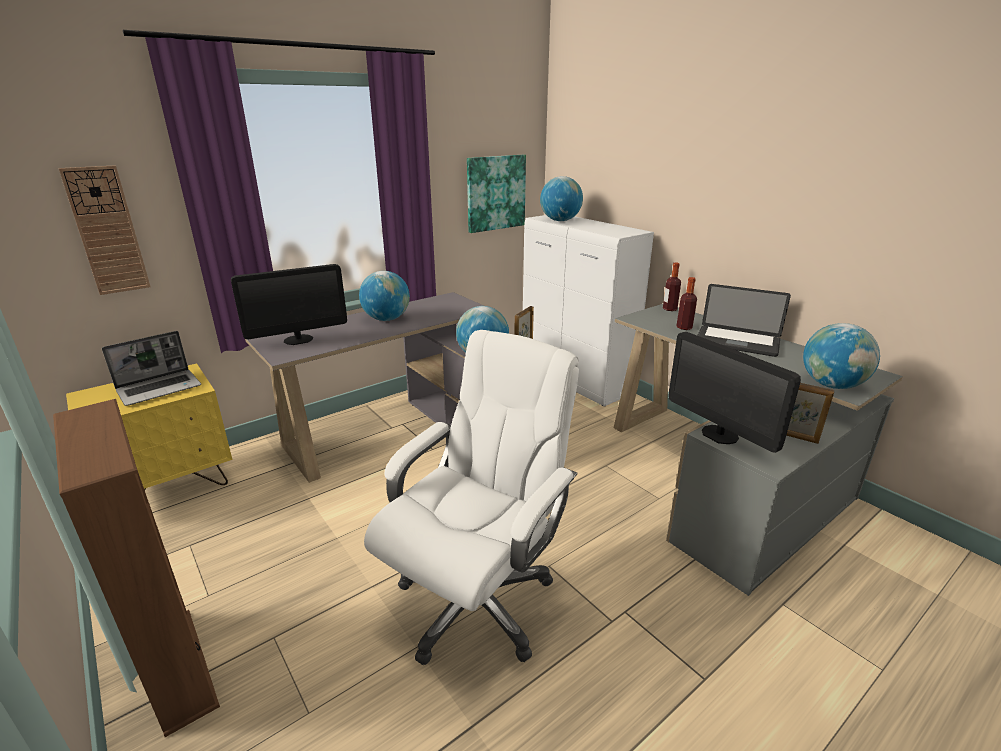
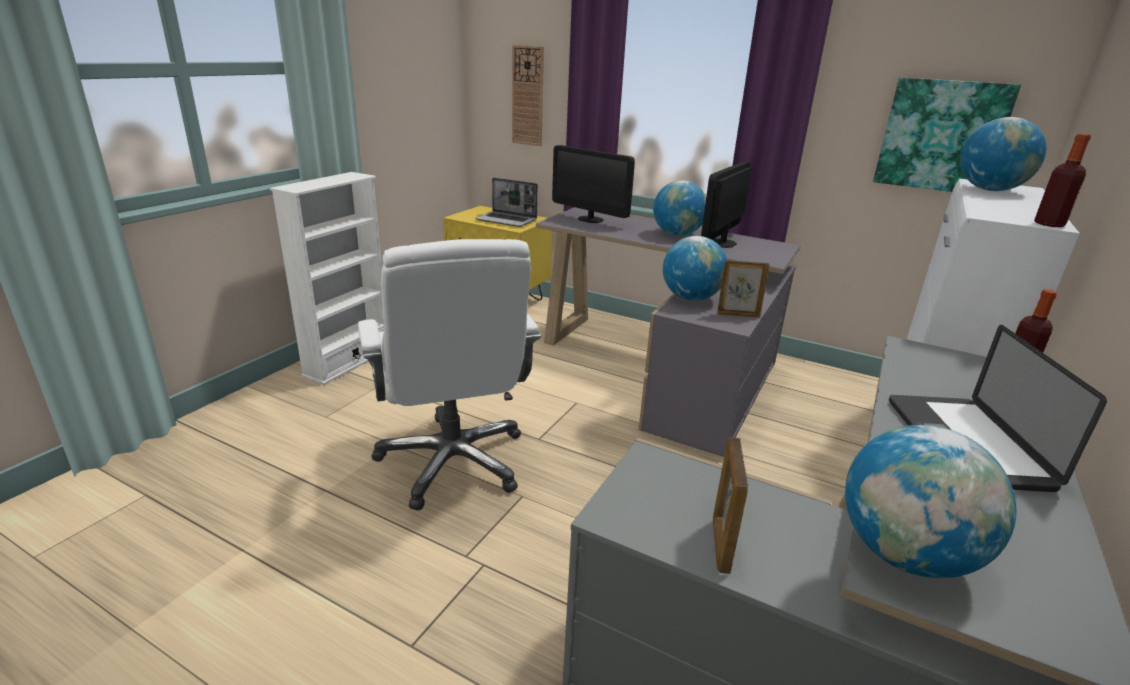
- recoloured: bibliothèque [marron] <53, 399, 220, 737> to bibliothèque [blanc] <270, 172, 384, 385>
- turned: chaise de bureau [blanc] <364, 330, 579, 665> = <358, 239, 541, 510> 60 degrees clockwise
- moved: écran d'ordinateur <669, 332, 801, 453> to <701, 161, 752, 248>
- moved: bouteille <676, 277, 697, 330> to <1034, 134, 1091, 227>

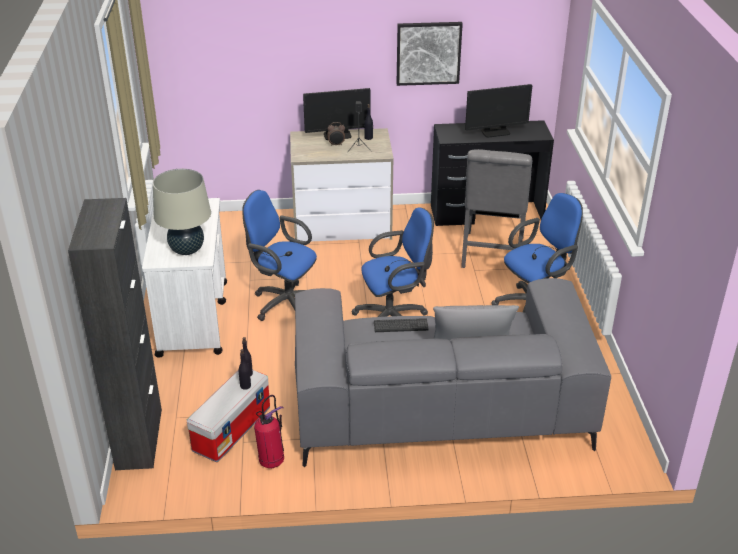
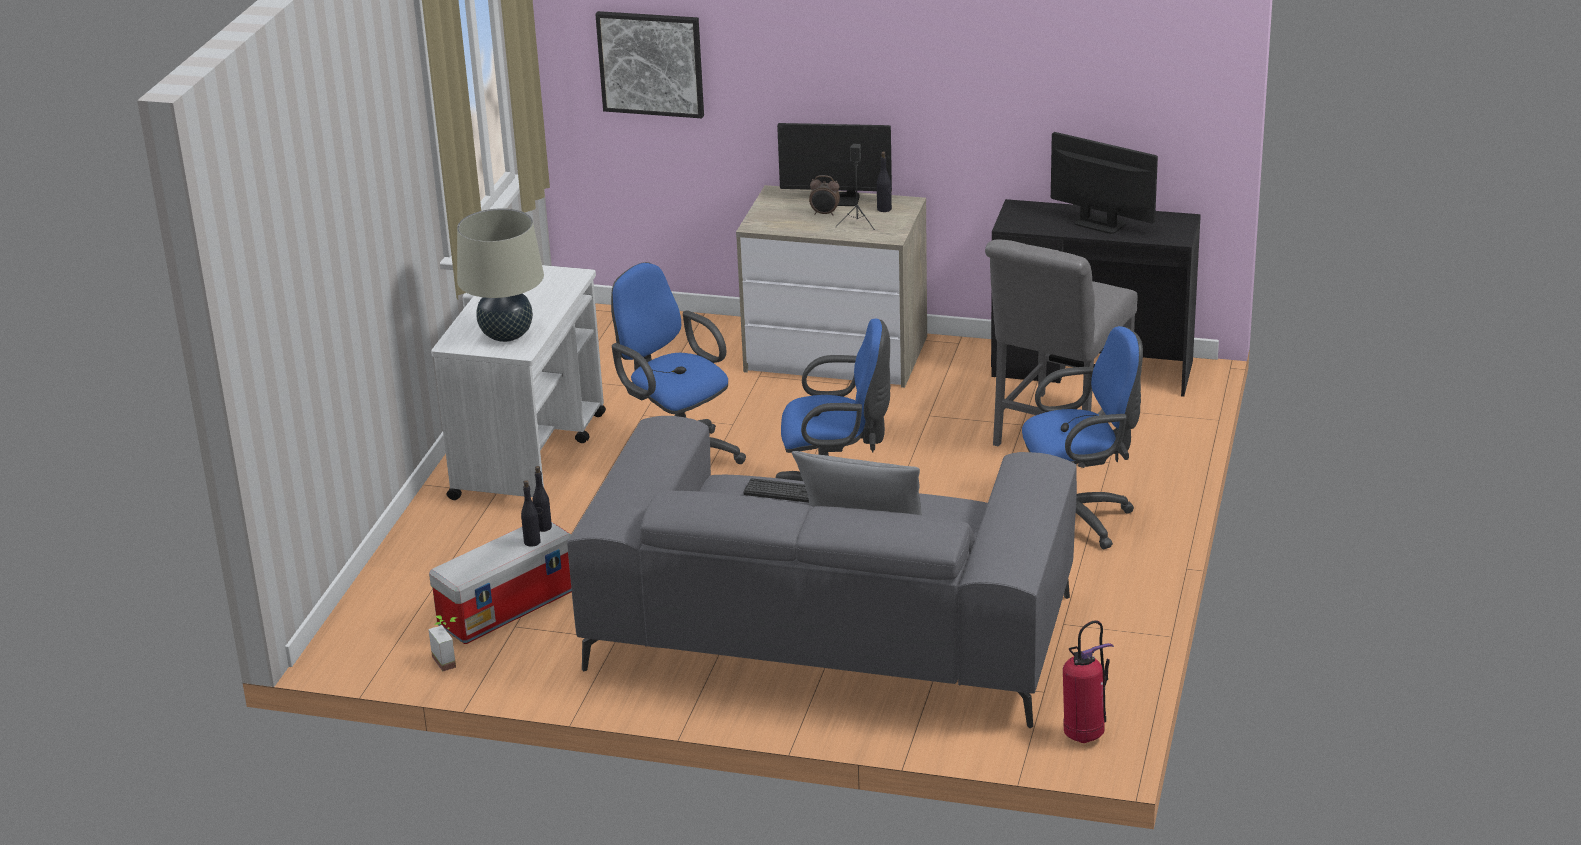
- added: plante en pot <428, 615, 457, 671>
- moved: tableau <396, 22, 463, 86> to <595, 11, 704, 118>
- turned: écran d'ordinateur <465, 84, 532, 137> = <1051, 132, 1158, 234> 150 degrees counterclockwise
- moved: extincteur <254, 395, 284, 468> to <1063, 620, 1114, 743>
- removed: meuble de rangement [noir] <68, 198, 162, 470>

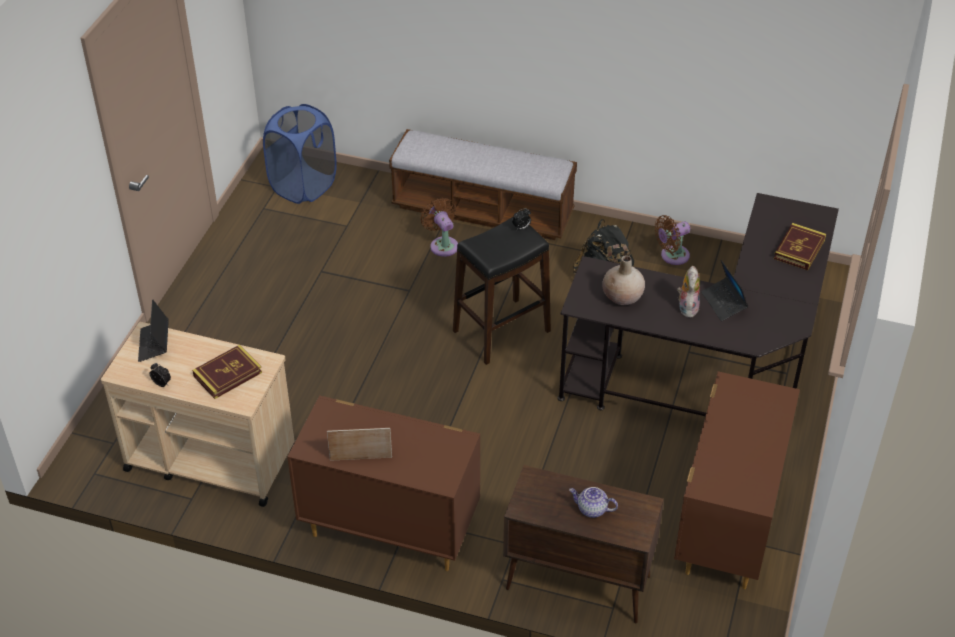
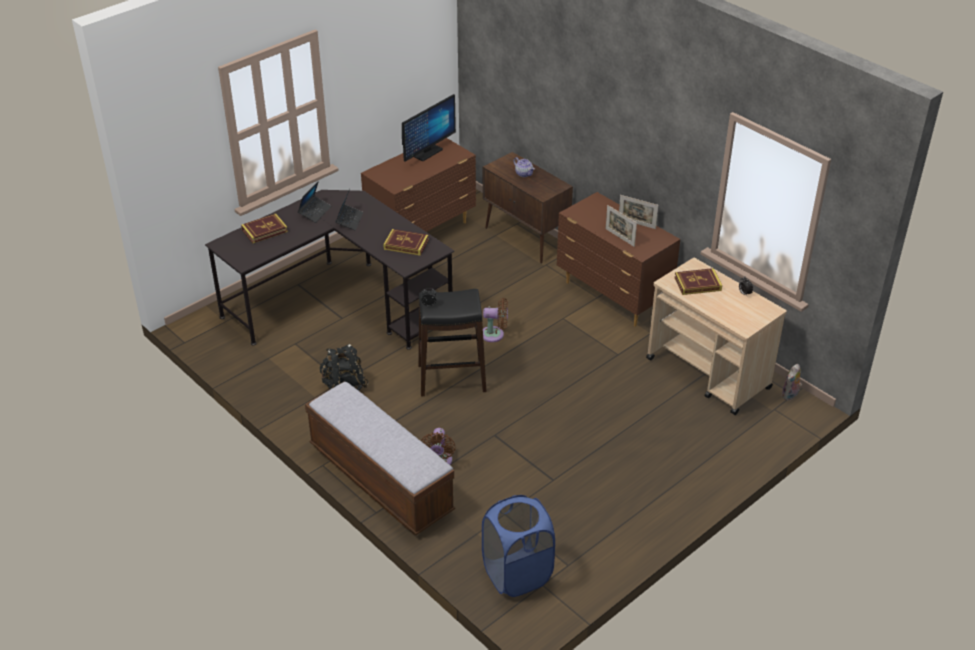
- moved: ordinateur portable <138, 300, 169, 362> to <297, 181, 331, 223>
- replaced: vase [beige] <602, 256, 645, 305> to livre <383, 229, 429, 256>
- added: écran d'ordinateur <402, 94, 456, 162>
- moved: ventilateur [marron] <655, 215, 690, 265> to <483, 298, 508, 342>
- added: cadre photo <606, 205, 637, 247>
- moved: peluche <677, 266, 700, 318> to <781, 364, 802, 400>

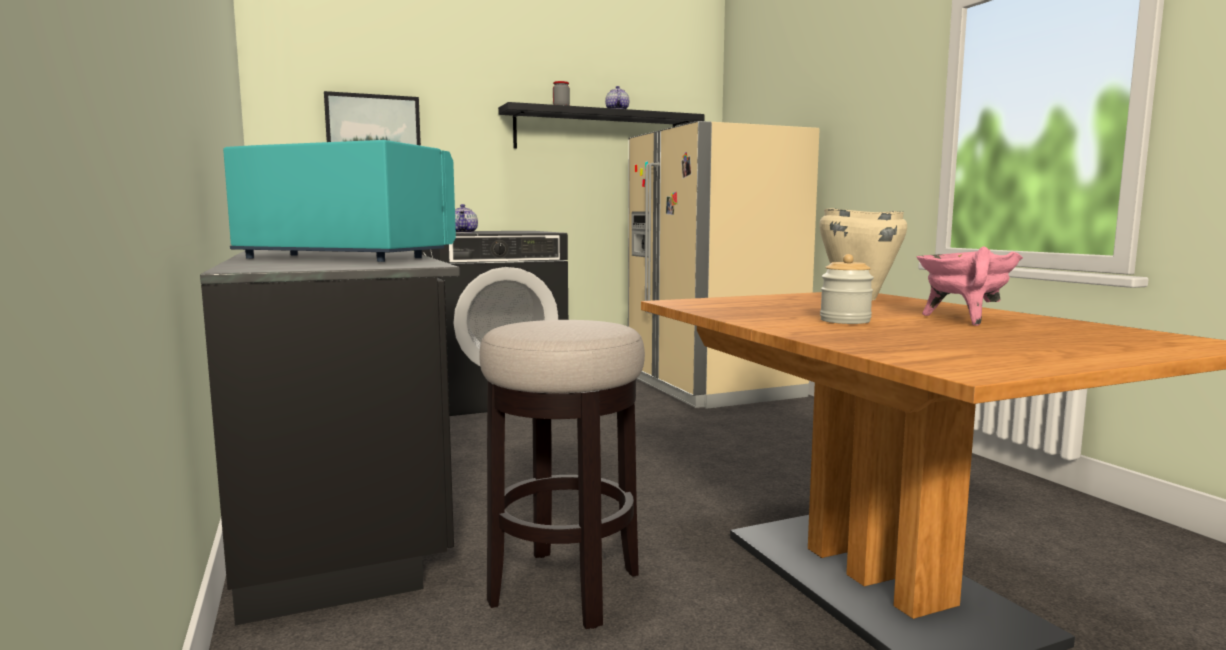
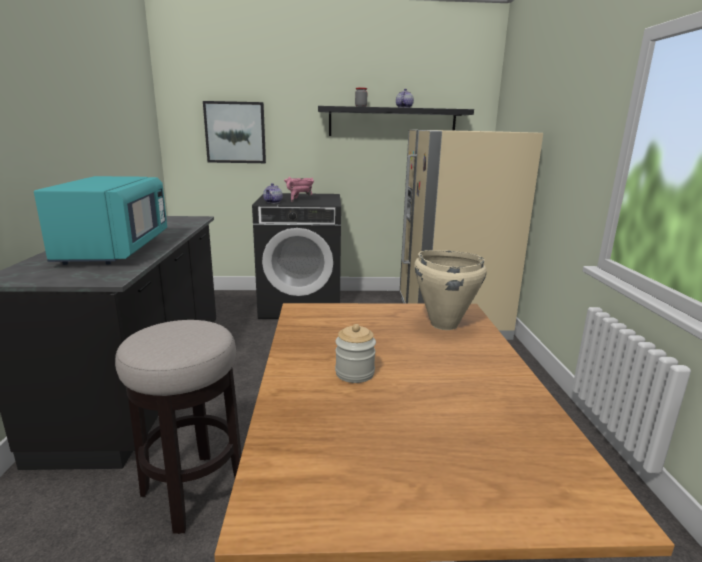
- turned: micro-ondes [turquoise] <223, 140, 456, 262> = <34, 176, 167, 265> 45 degrees clockwise
- moved: marmite [rose] <916, 246, 1023, 326> to <284, 177, 314, 202>

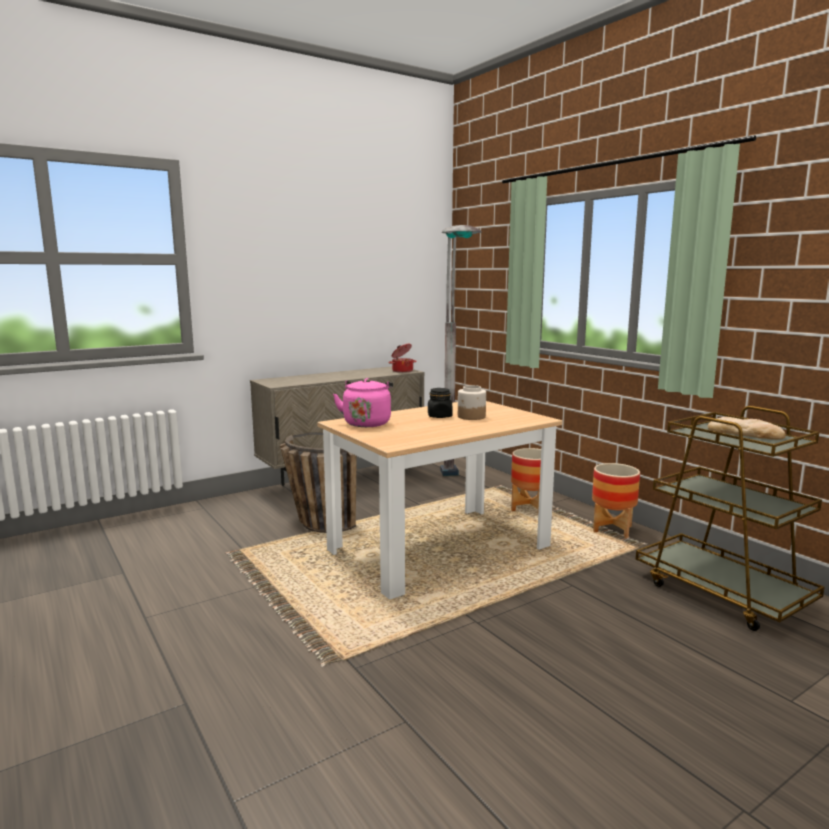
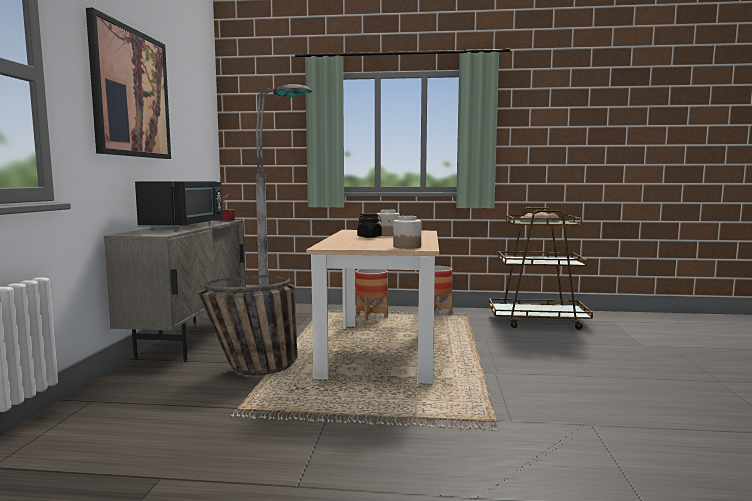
- added: tableau <86, 8, 171, 159>
- added: micro-ondes [noir] <135, 181, 223, 230>
- added: bocal <393, 216, 421, 249>
- removed: bouilloire [rose] <333, 378, 393, 427>

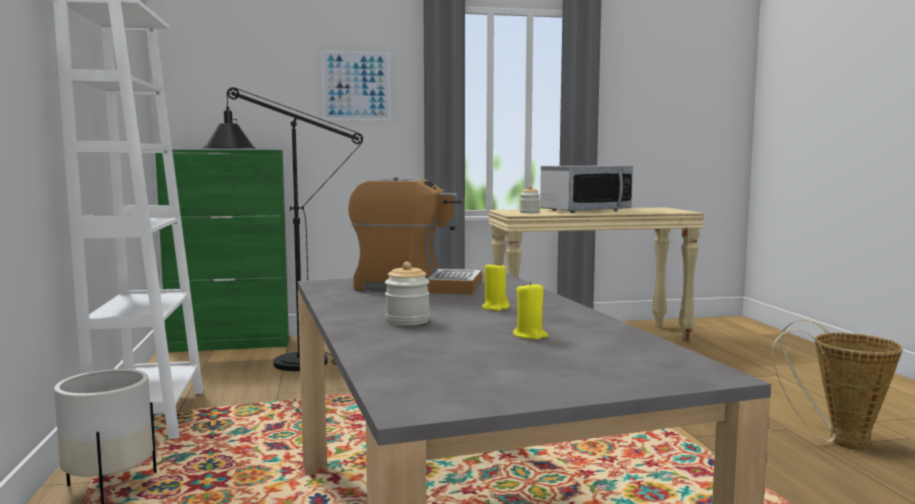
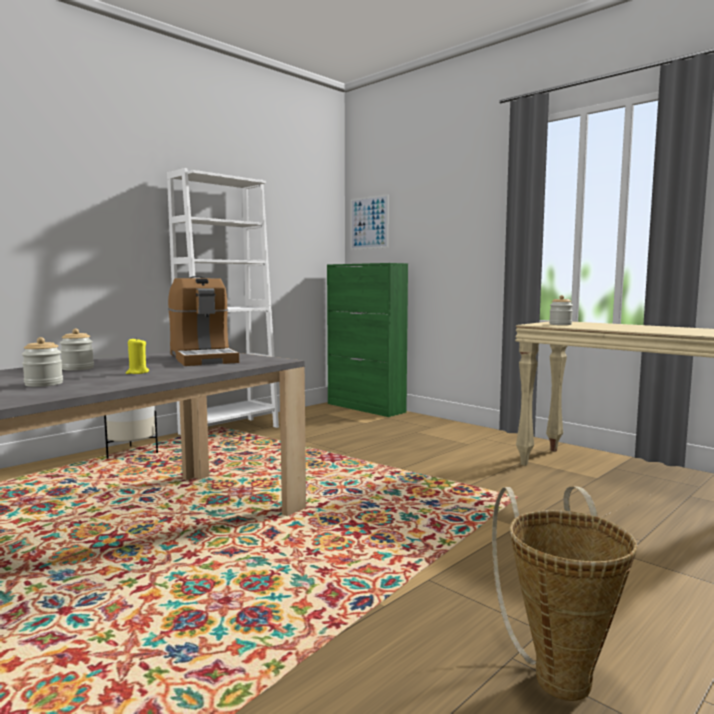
- replaced: bougie [jaune] <513, 281, 548, 340> to bocal <22, 337, 63, 387>
- moved: tableau <321, 50, 391, 120> to <351, 194, 389, 250>
- removed: lampadaire [noir] <202, 87, 363, 371>
- removed: micro-ondes <540, 166, 633, 213>

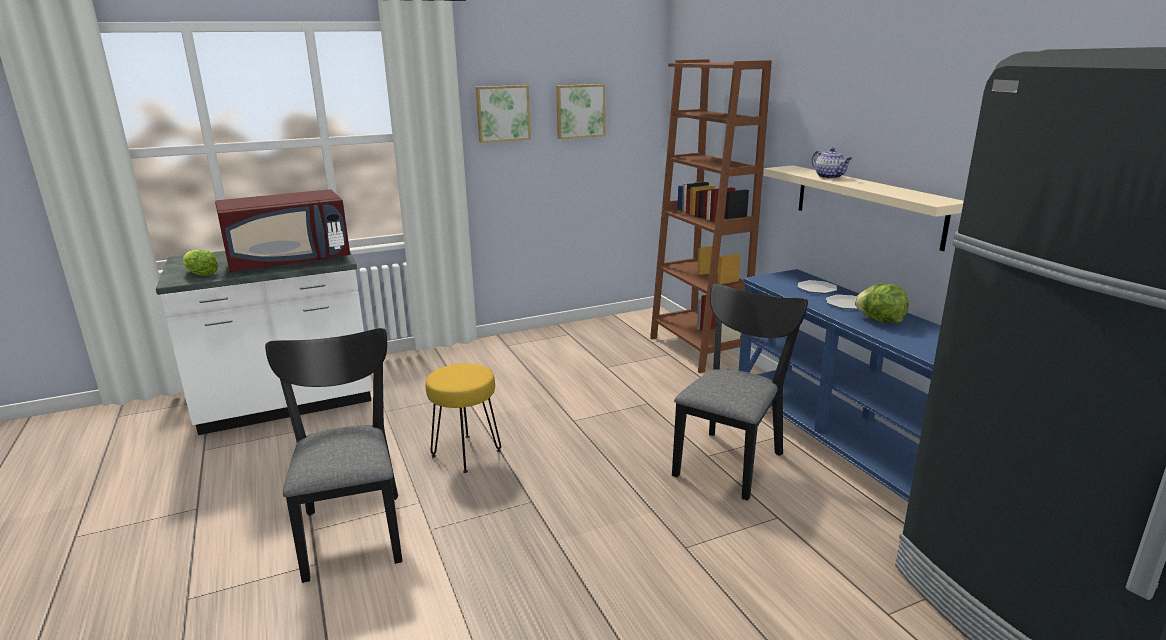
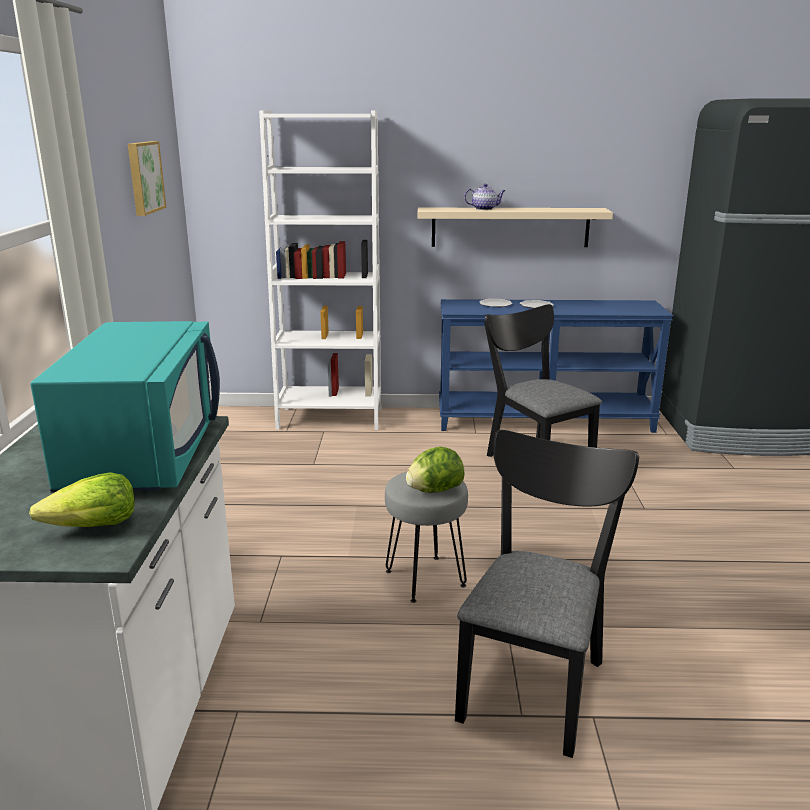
- recoloured: micro-ondes [rouge] <215, 189, 350, 273> to micro-ondes [turquoise] <31, 321, 220, 492>
- recoloured: bibliothèque [marron] <650, 59, 772, 373> to bibliothèque [blanc] <259, 110, 381, 430>
- recoloured: tabouret [jaune] <425, 363, 501, 473> to tabouret [gris] <385, 472, 468, 603>
- moved: laitue <855, 283, 909, 323> to <406, 447, 465, 493>
- turned: chaise [noir] <265, 328, 402, 583> = <455, 430, 639, 758> 105 degrees clockwise
- removed: tableau <476, 85, 531, 143>

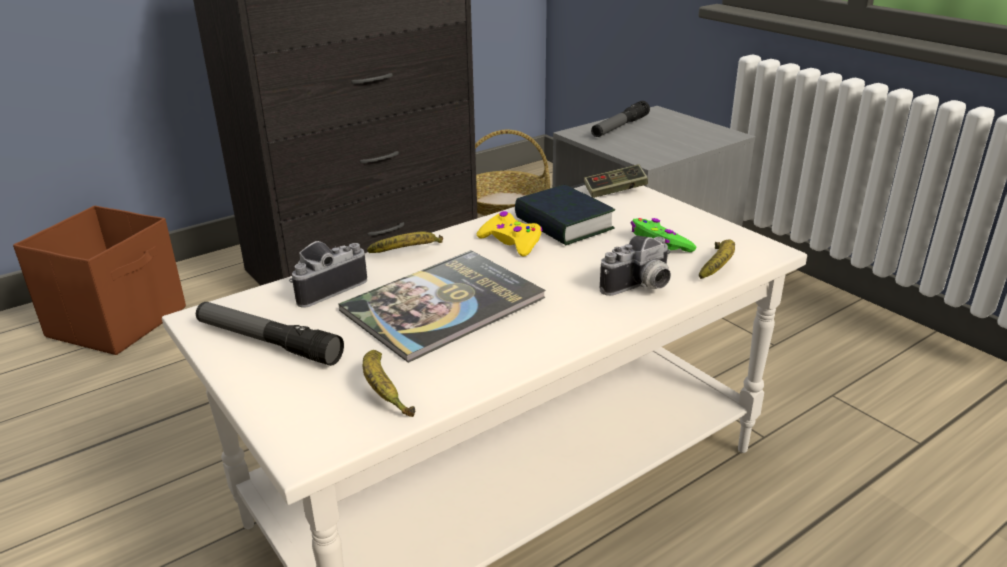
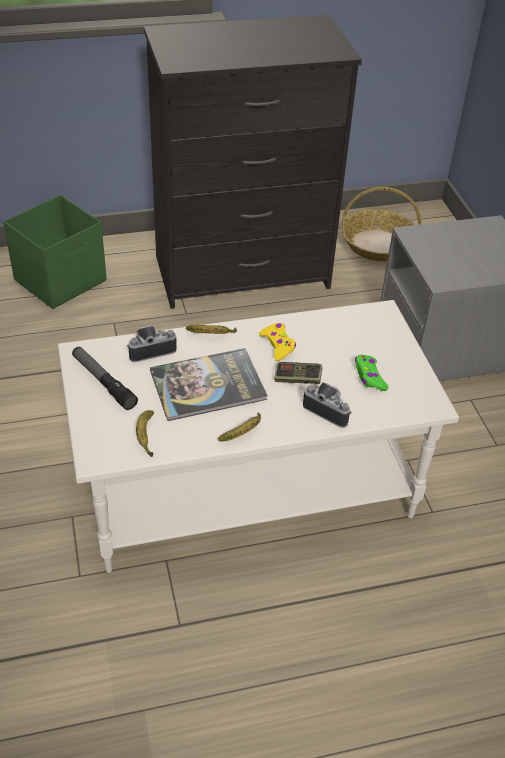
- recoloured: boîte de rangement [marron] <13, 206, 186, 355> to boîte de rangement [vert] <3, 195, 107, 309>
- moved: banane <699, 239, 735, 279> to <218, 413, 261, 442>
- moved: manette <584, 164, 648, 198> to <274, 362, 322, 384>
- turned: appareil photo <600, 236, 671, 296> = <303, 382, 352, 428> 135 degrees counterclockwise
- removed: livre <515, 185, 615, 245>
- removed: lampe de poche <591, 101, 650, 137>

